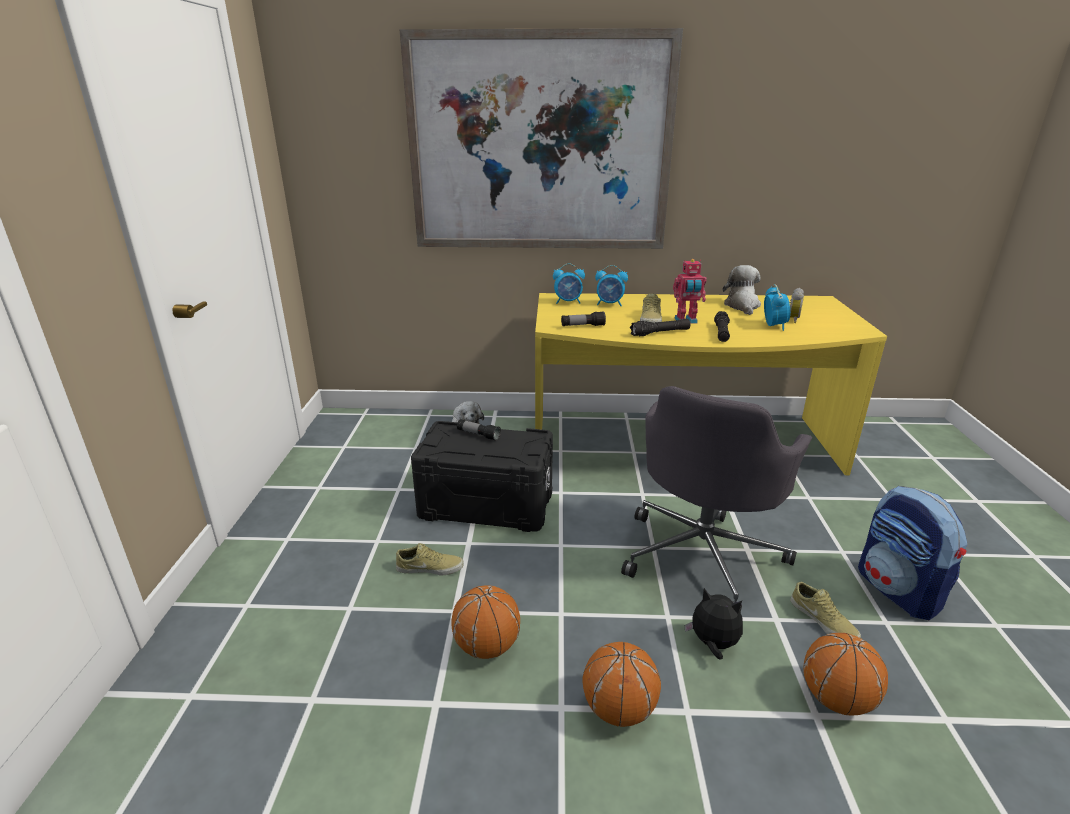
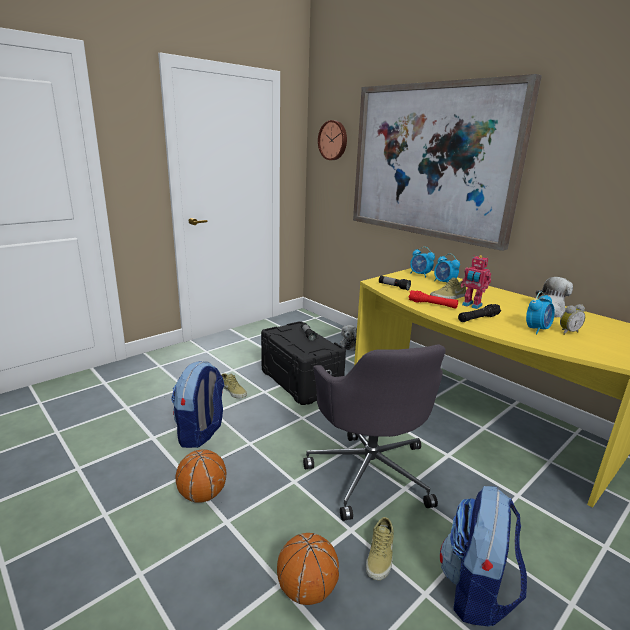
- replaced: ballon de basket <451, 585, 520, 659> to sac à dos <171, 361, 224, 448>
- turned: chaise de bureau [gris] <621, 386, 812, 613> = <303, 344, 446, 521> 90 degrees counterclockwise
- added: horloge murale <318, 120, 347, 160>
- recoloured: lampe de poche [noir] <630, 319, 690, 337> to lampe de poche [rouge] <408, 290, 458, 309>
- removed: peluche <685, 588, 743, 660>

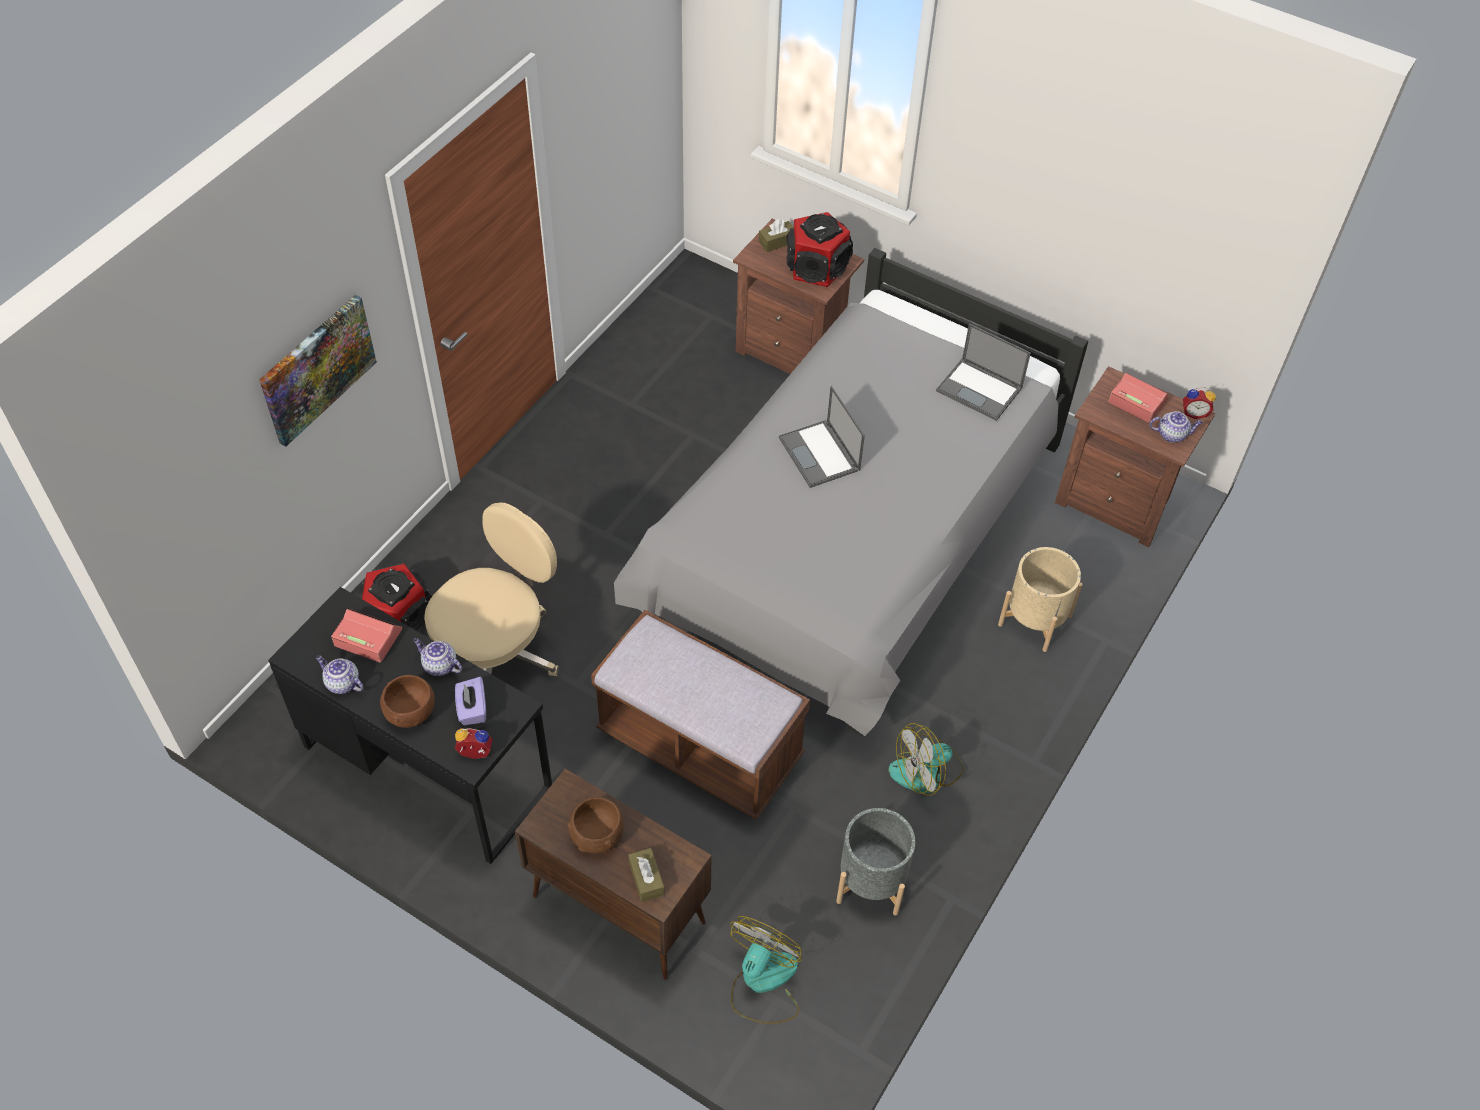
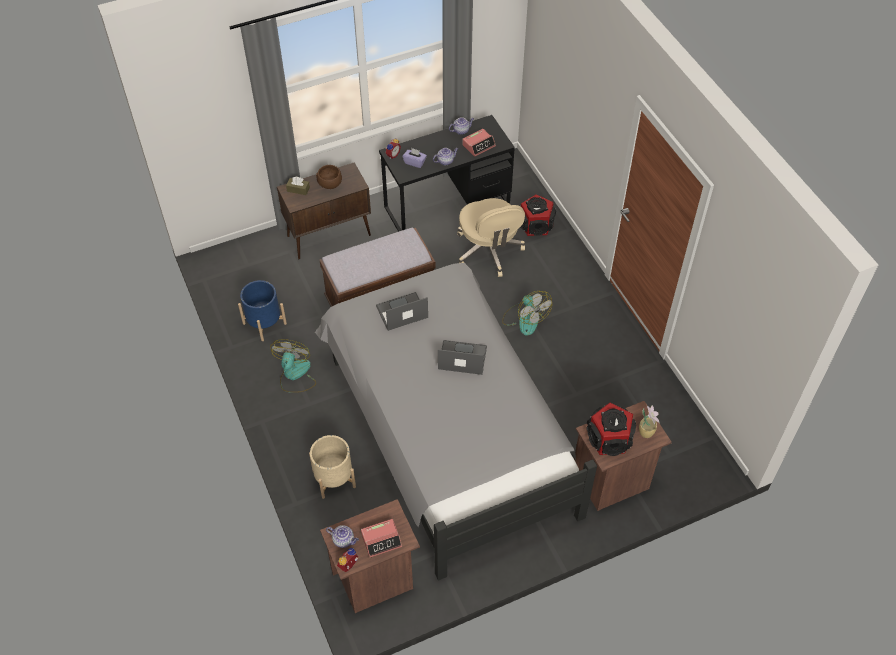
- recoloured: cache-pot [gris] <836, 808, 915, 916> to cache-pot [bleu] <238, 280, 287, 341>
- turned: théière <1150, 411, 1203, 443> = <326, 525, 359, 548> 105 degrees counterclockwise
- moved: ordinateur portable <936, 323, 1031, 421> to <376, 292, 428, 331>
- moved: ventilateur <730, 916, 802, 1024> to <502, 291, 552, 336>
- replaced: boîte à mouchoirs [marron] <759, 219, 794, 252> to plante en pot <639, 405, 659, 438>
- removed: tableau <259, 295, 377, 447>
- removed: bol [marron] <380, 675, 435, 728>

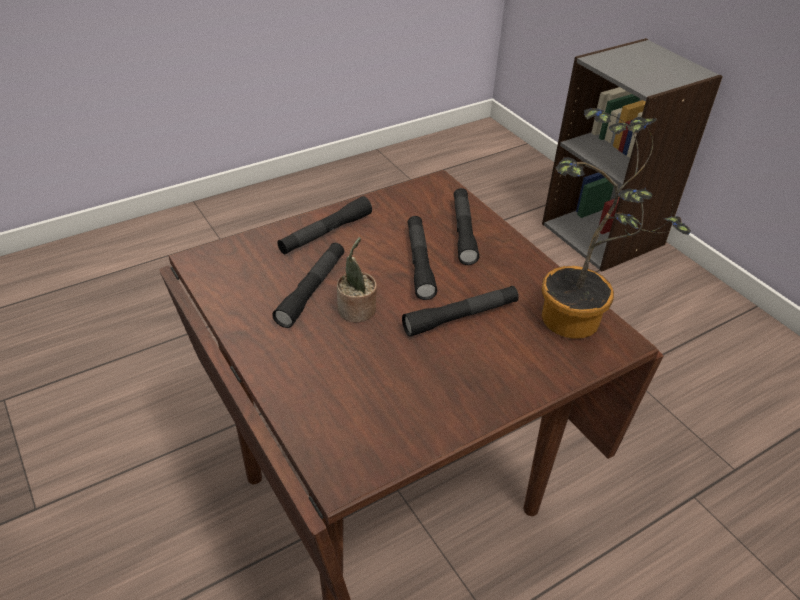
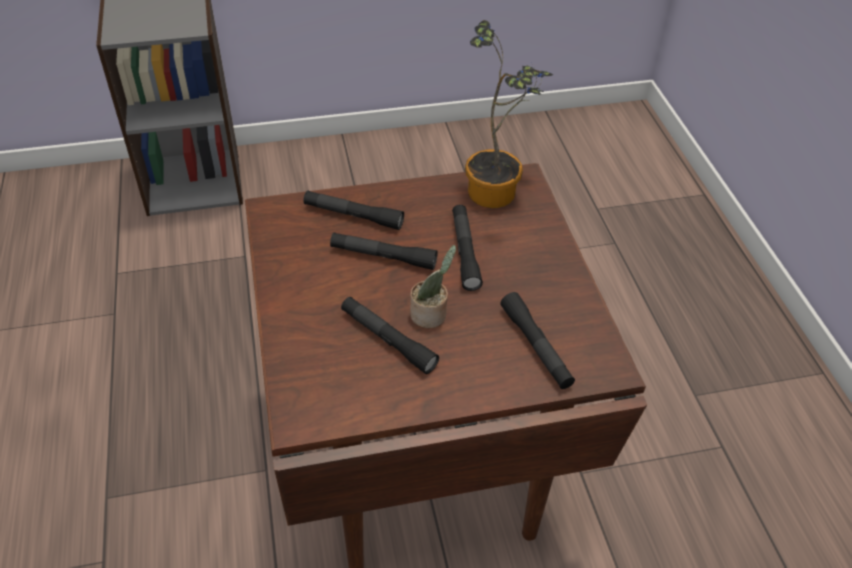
- moved: lampe de poche [noir] <277, 196, 372, 254> to <500, 292, 575, 389>

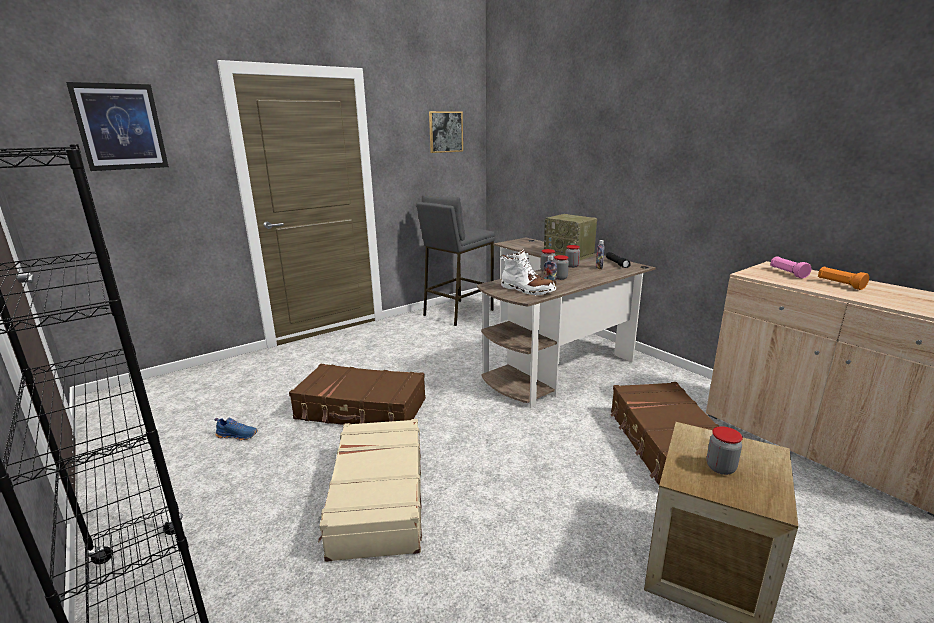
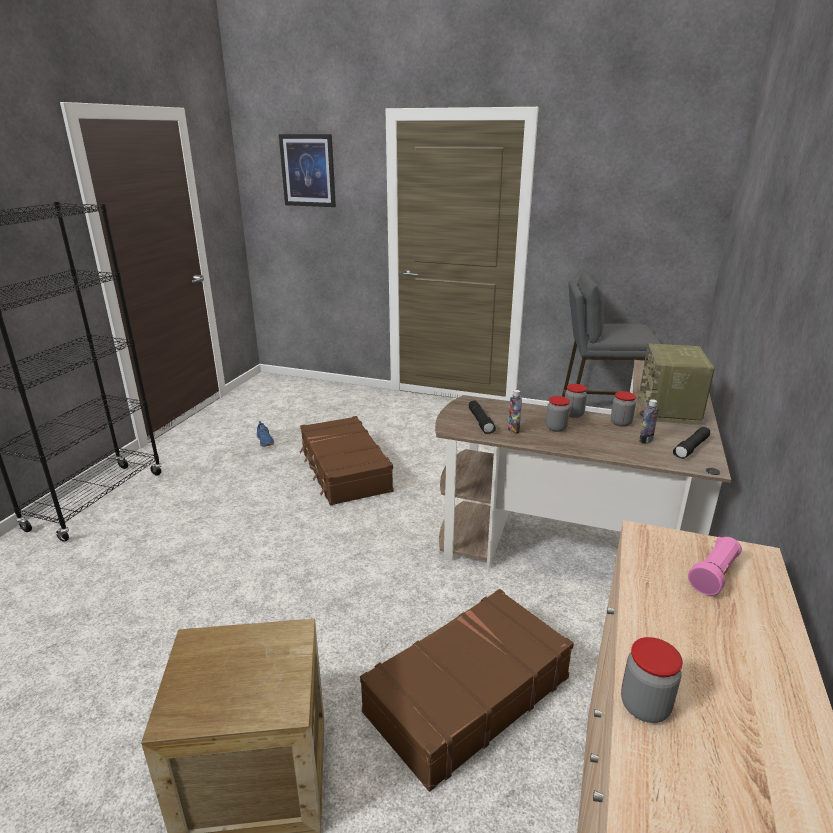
- replaced: botte [blanc] <500, 250, 556, 295> to lampe de poche [noir] <469, 401, 496, 434>
- moved: bocal <706, 426, 743, 475> to <621, 637, 683, 723>
- removed: valise [beige] <318, 419, 422, 562>
- removed: tableau <429, 111, 463, 153>
- removed: lampe de poche [orange] <818, 267, 869, 290>

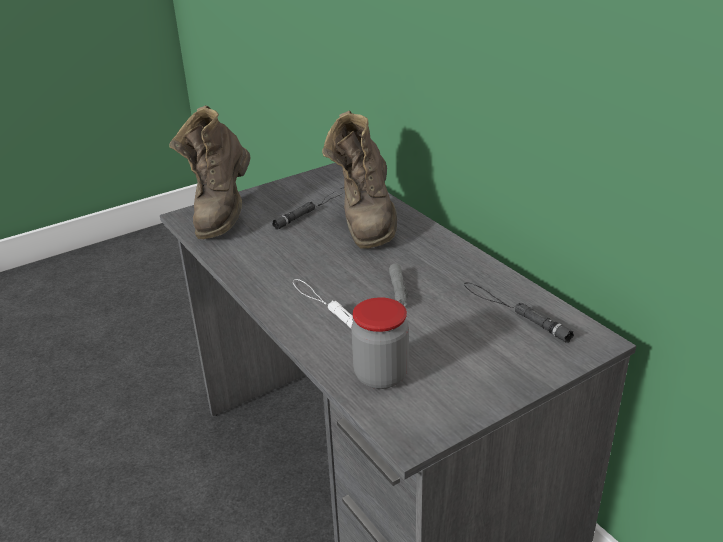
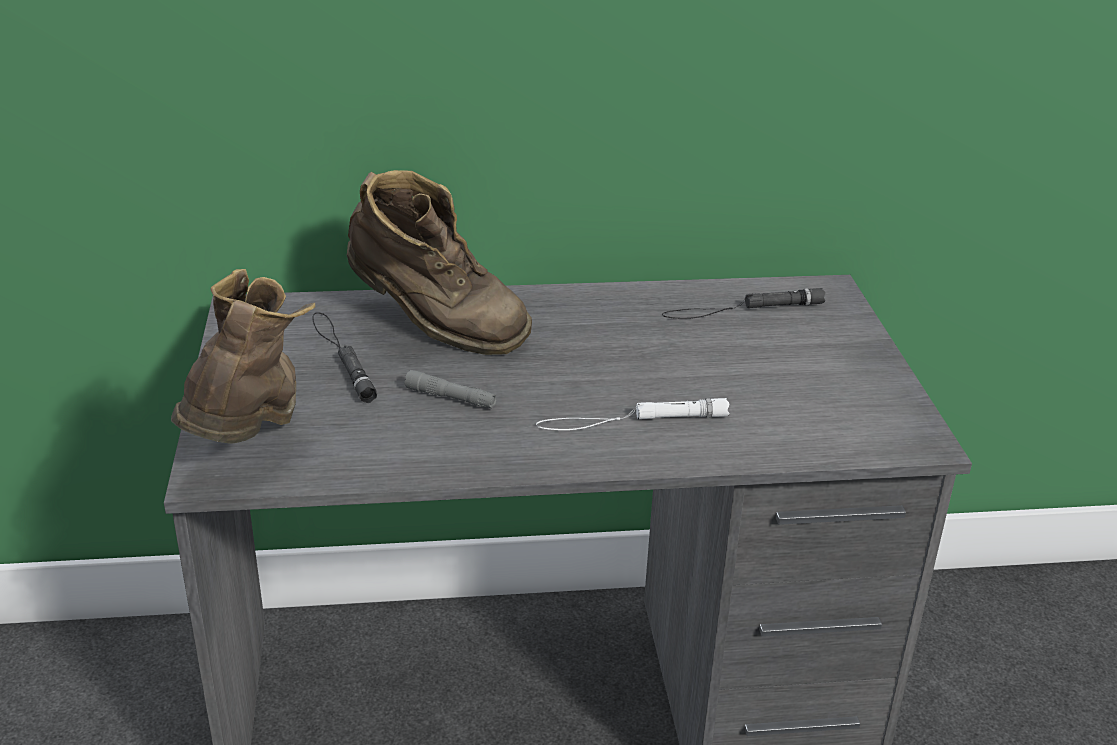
- turned: botte [marron] <169, 105, 250, 239> = <171, 269, 315, 443> 120 degrees counterclockwise
- moved: lampe de poche [gris] <389, 264, 408, 307> to <404, 370, 496, 408>
- removed: bocal <351, 297, 409, 389>

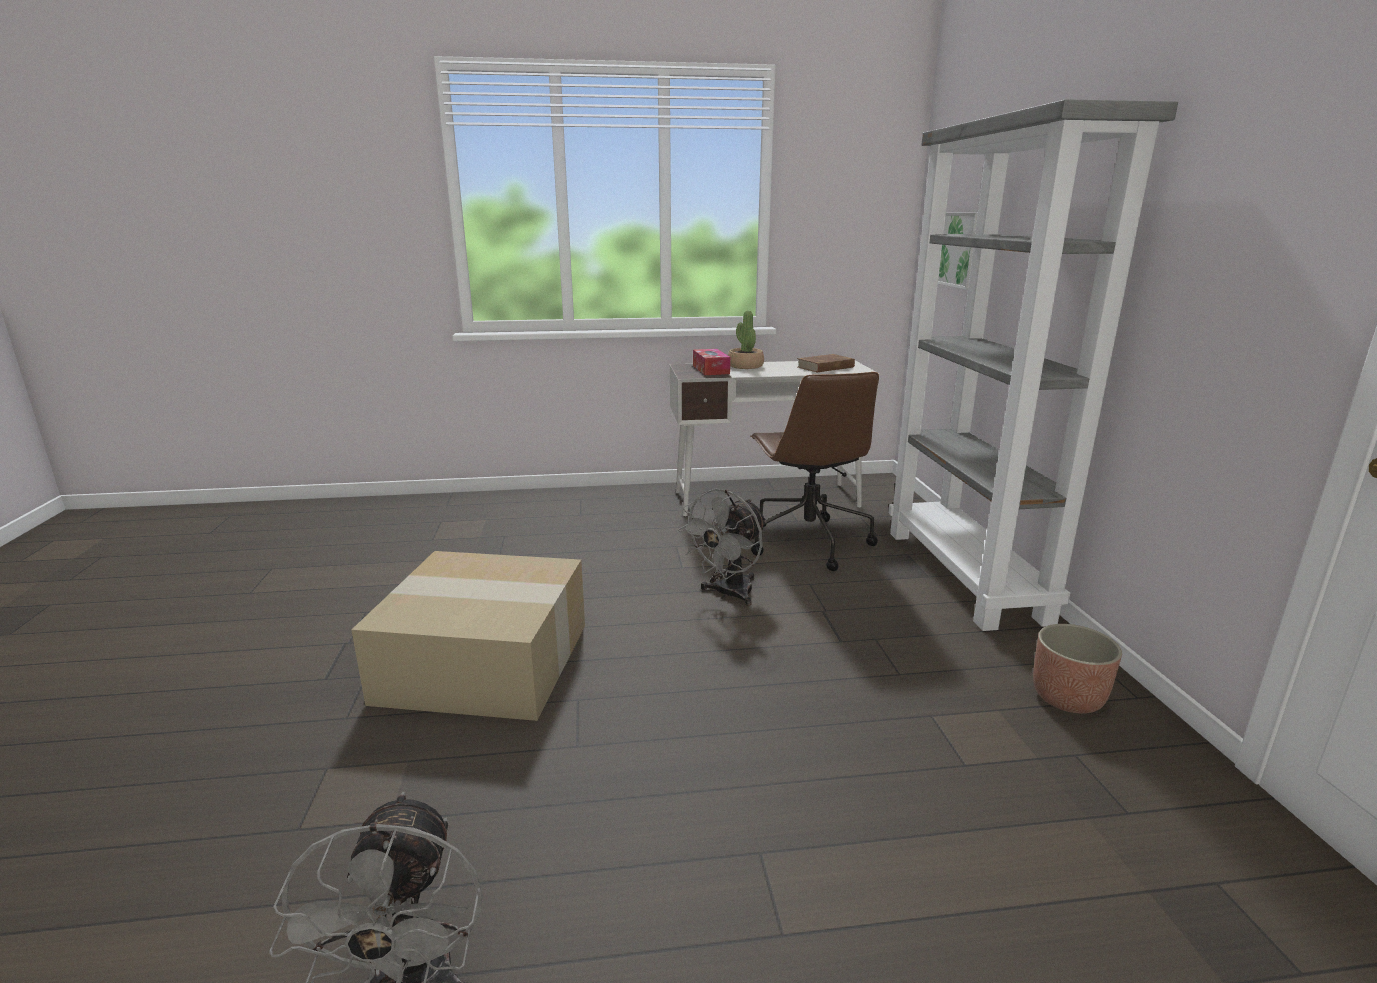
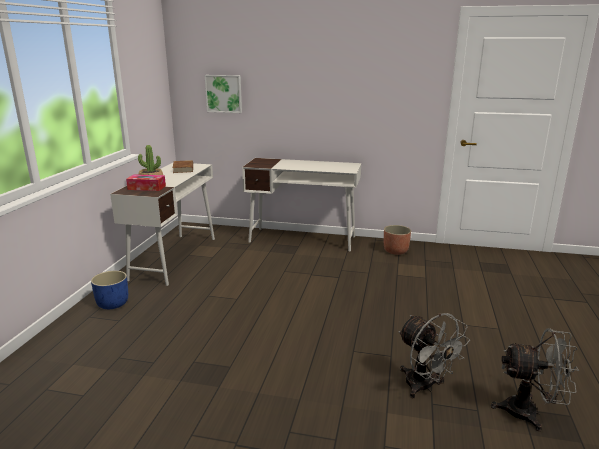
- added: cache-pot [bleu] <91, 271, 128, 309>
- replaced: bibliothèque [gris] <888, 99, 1178, 631> to bureau [blanc] <242, 158, 361, 251>
- moved: ventilateur [gris] <678, 489, 767, 606> to <398, 313, 470, 398>
- removed: carton <352, 551, 585, 721>
- removed: chaise de bureau [marron] <750, 372, 879, 571>

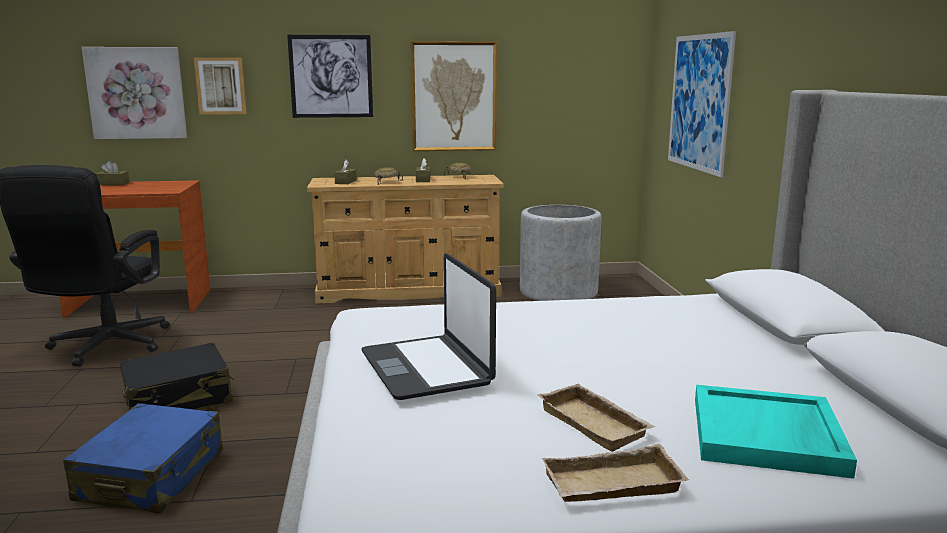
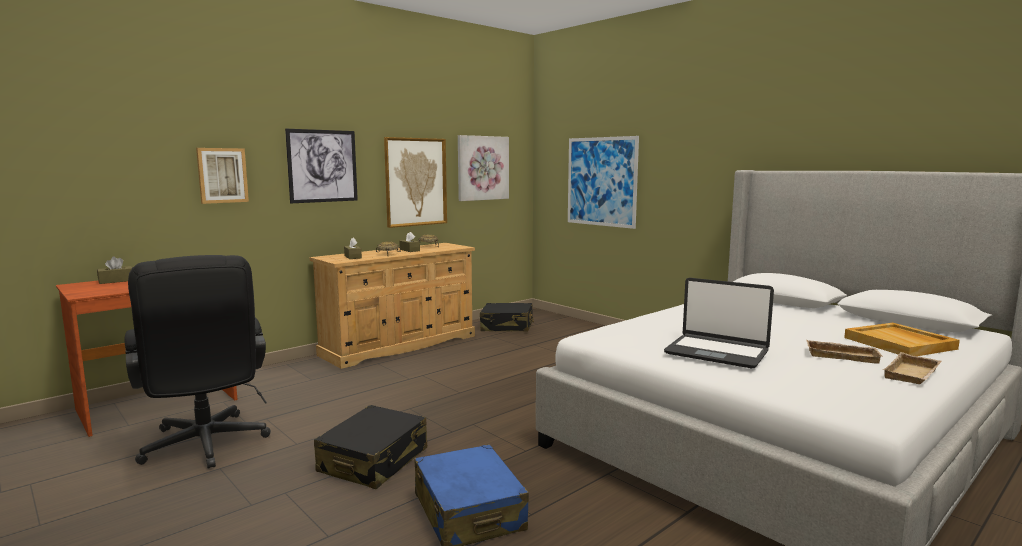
- moved: tableau <81, 47, 187, 139> to <458, 135, 509, 201>
- replaced: cache-pot [gris] <520, 205, 602, 301> to valise [noir] <480, 303, 534, 332>
- recoloured: plateau [turquoise] <695, 385, 857, 479> to plateau [beige] <844, 323, 960, 356>

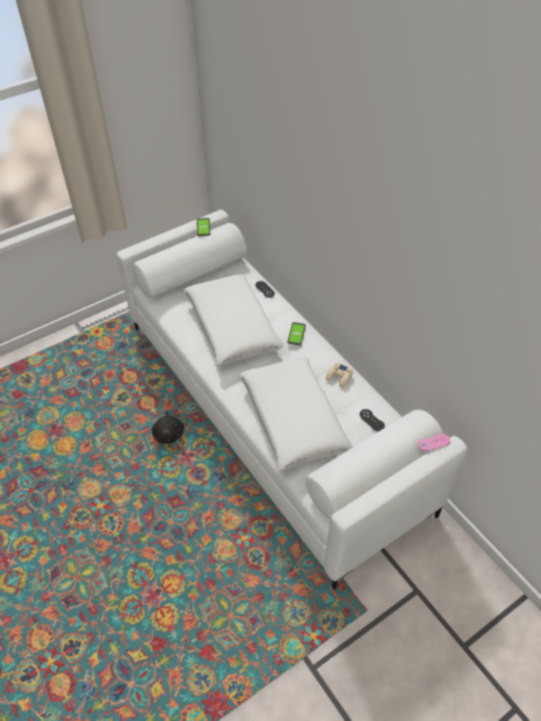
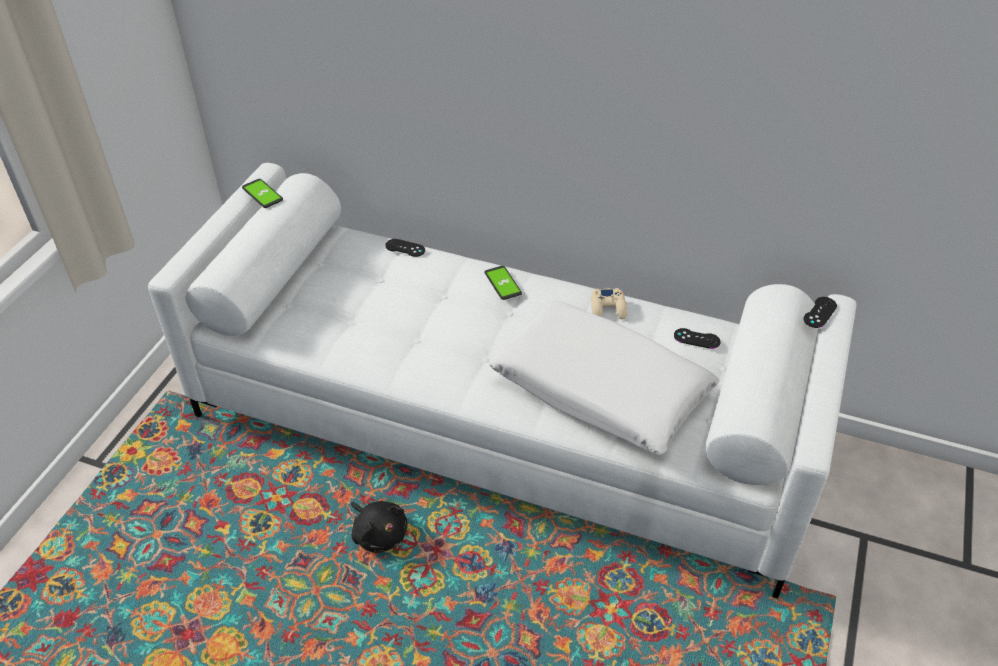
- recoloured: manette [rose] <419, 433, 450, 451> to manette [noir] <803, 297, 837, 328>
- removed: coussin [blanc] <184, 275, 283, 365>

